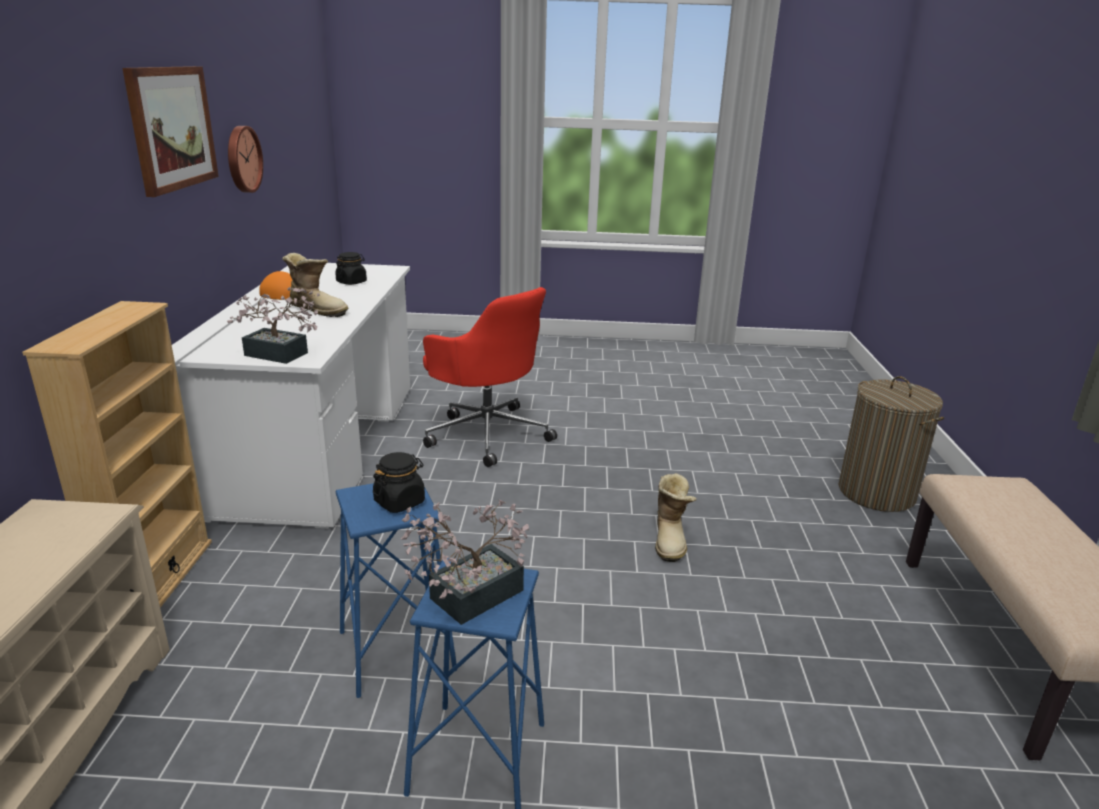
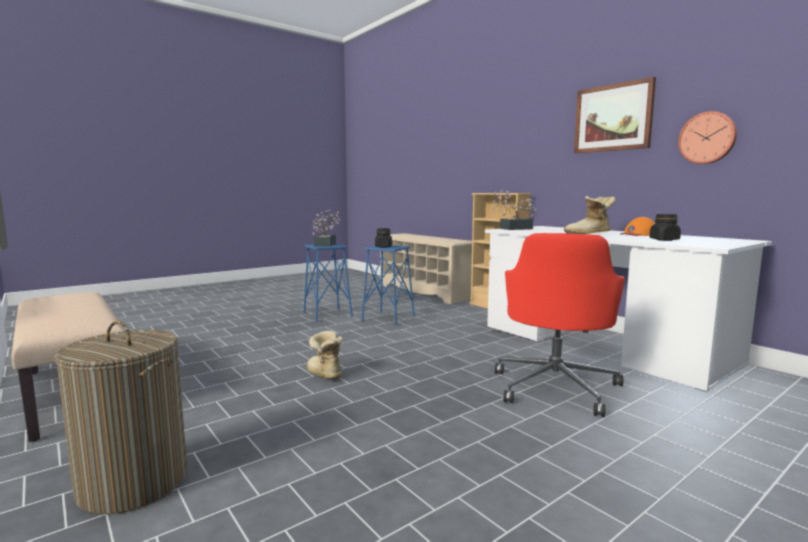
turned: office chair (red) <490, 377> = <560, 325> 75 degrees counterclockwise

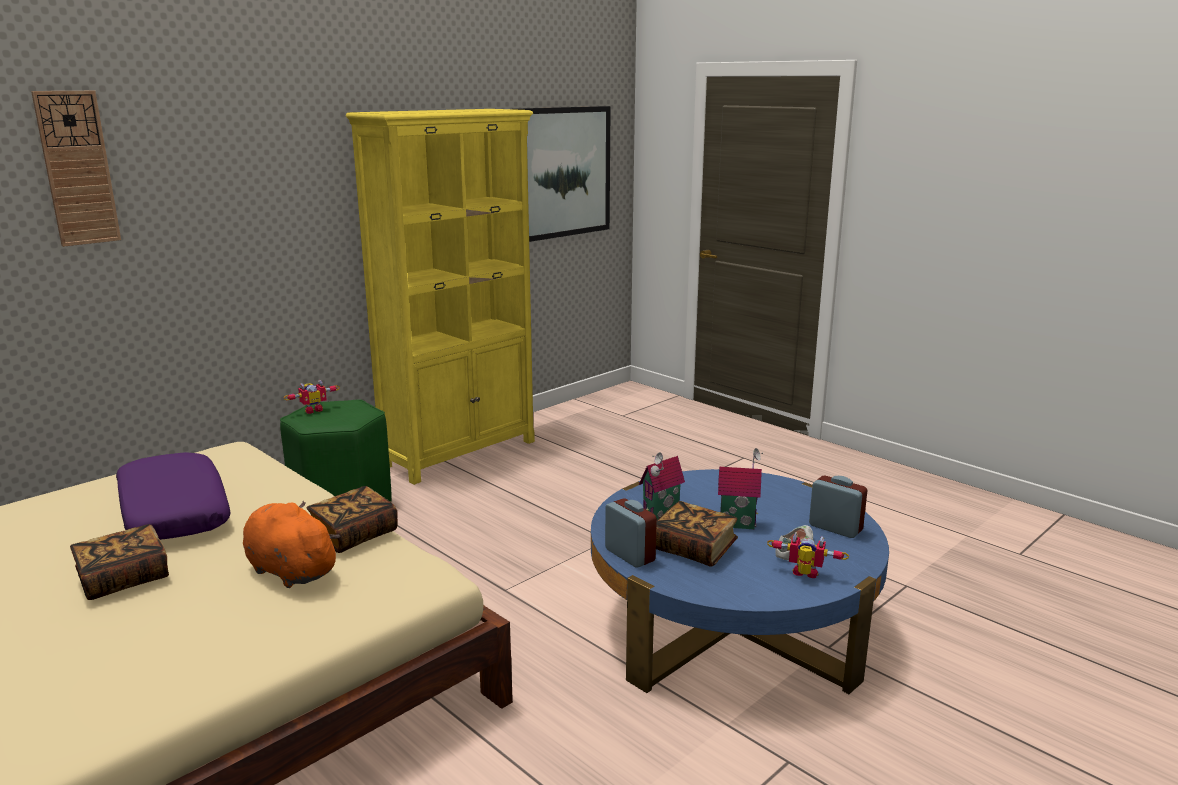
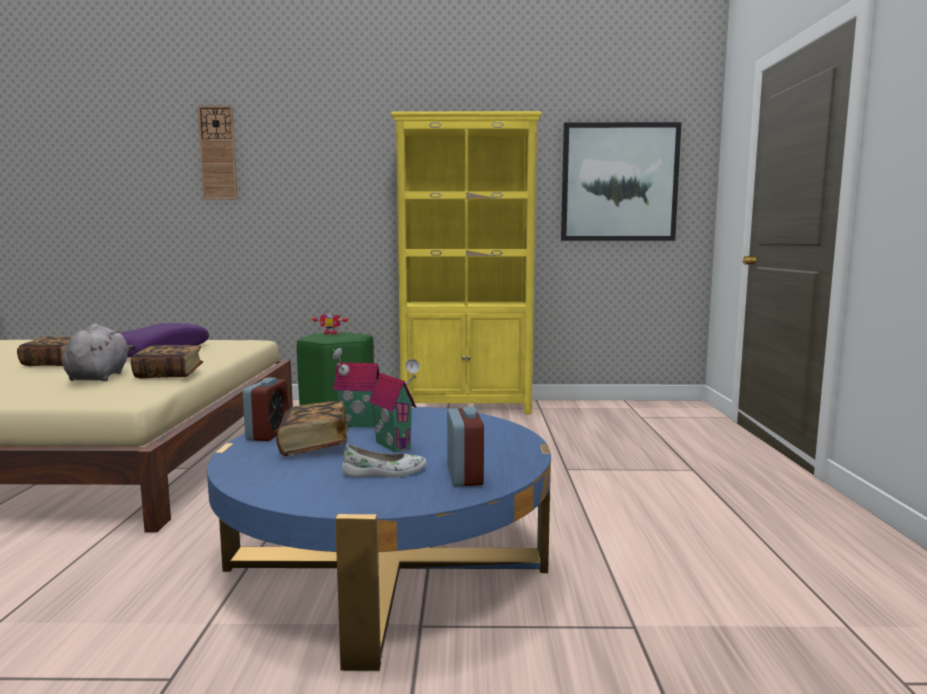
removed: toy robot <808, 555>
recoloured: plush toy (orange) <291, 544> to plush toy (grey) <98, 352>

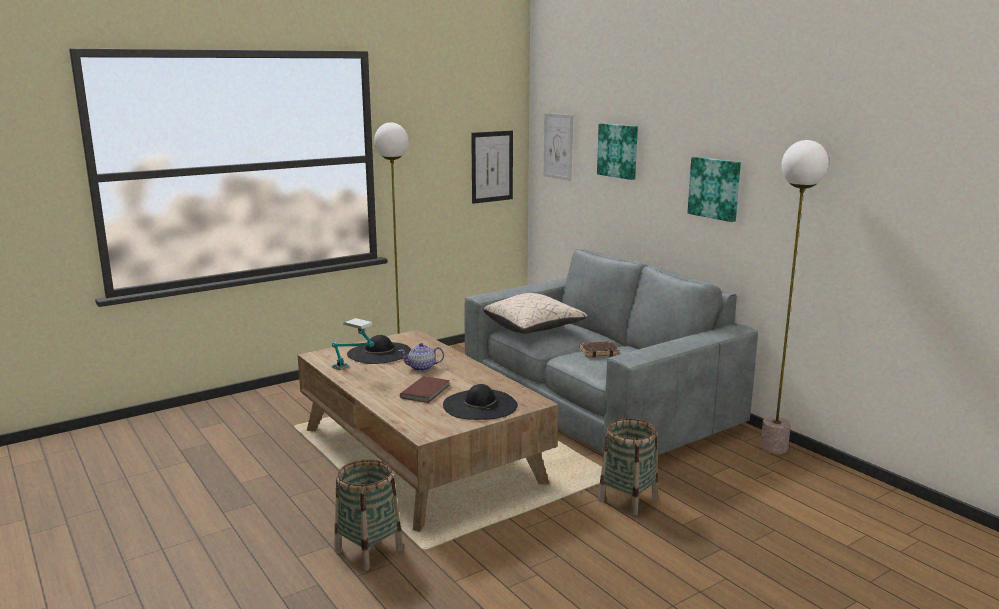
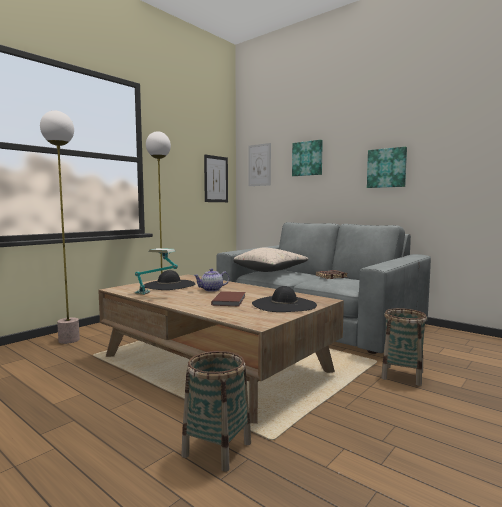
moved: floor lamp <794, 297> to <60, 227>

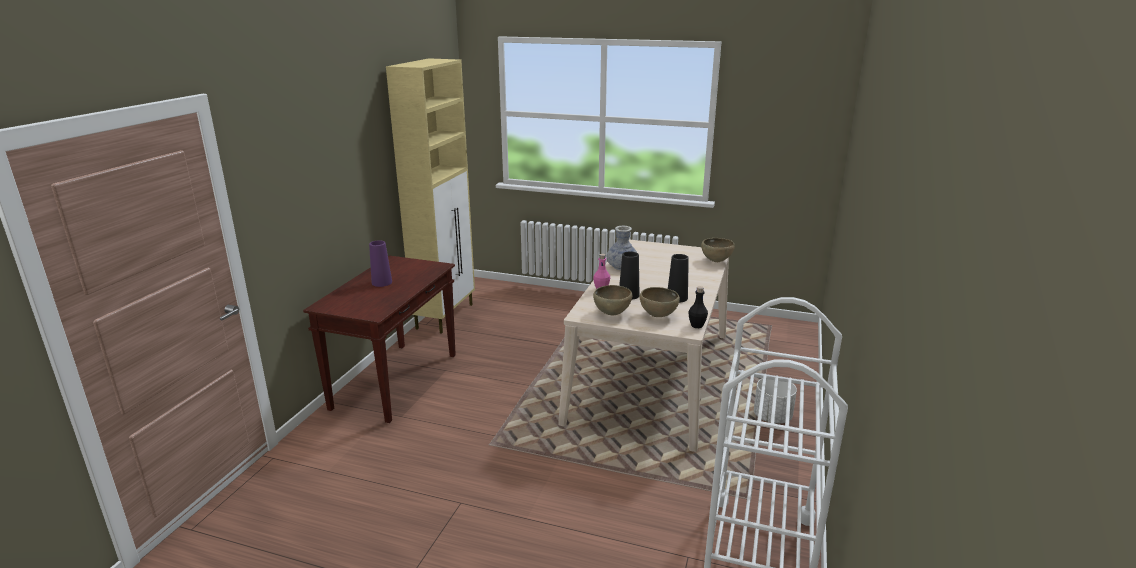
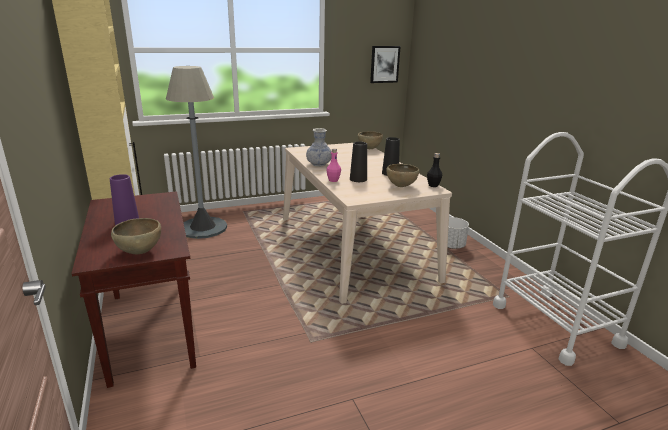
added: picture <385, 64>; floor lamp (grey) <196, 152>
moved: bowl (brown) <612, 300> to <136, 236>

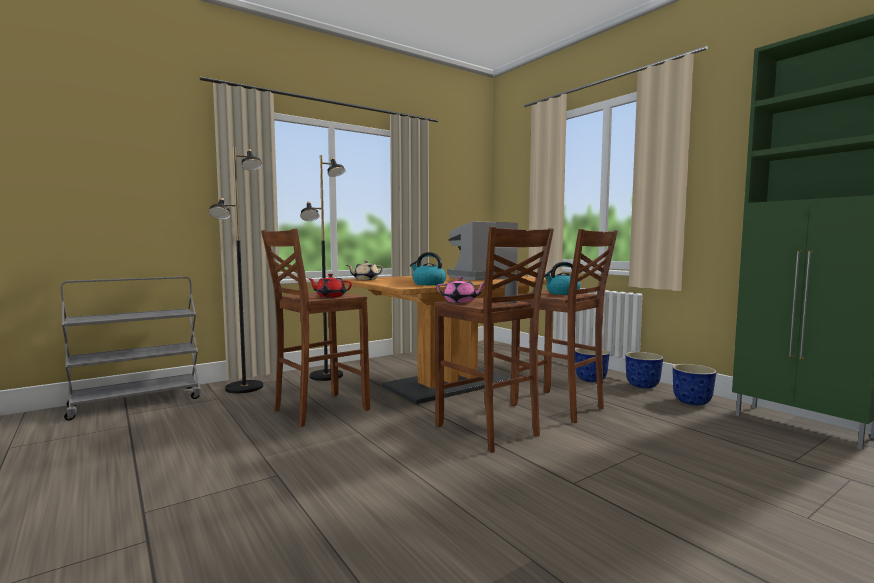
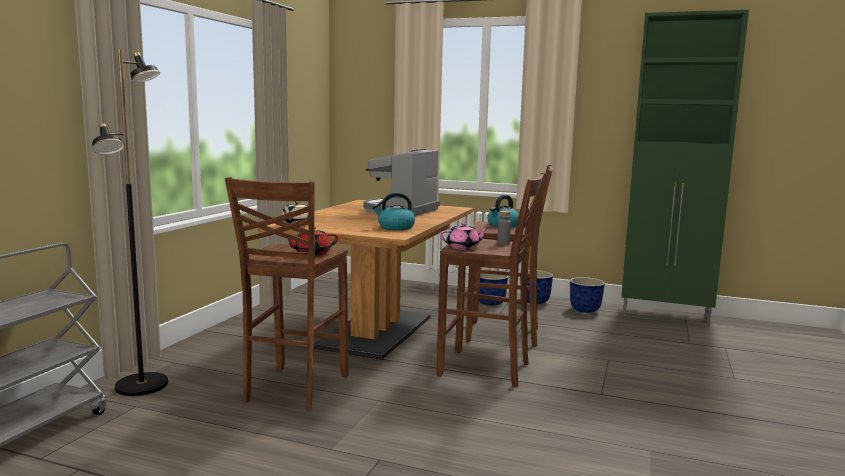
removed: floor lamp (black) <323, 268>

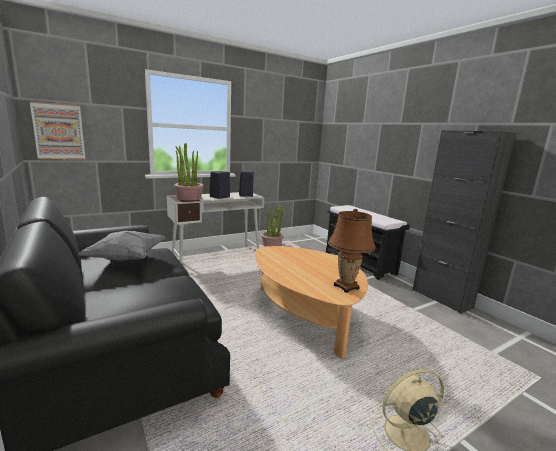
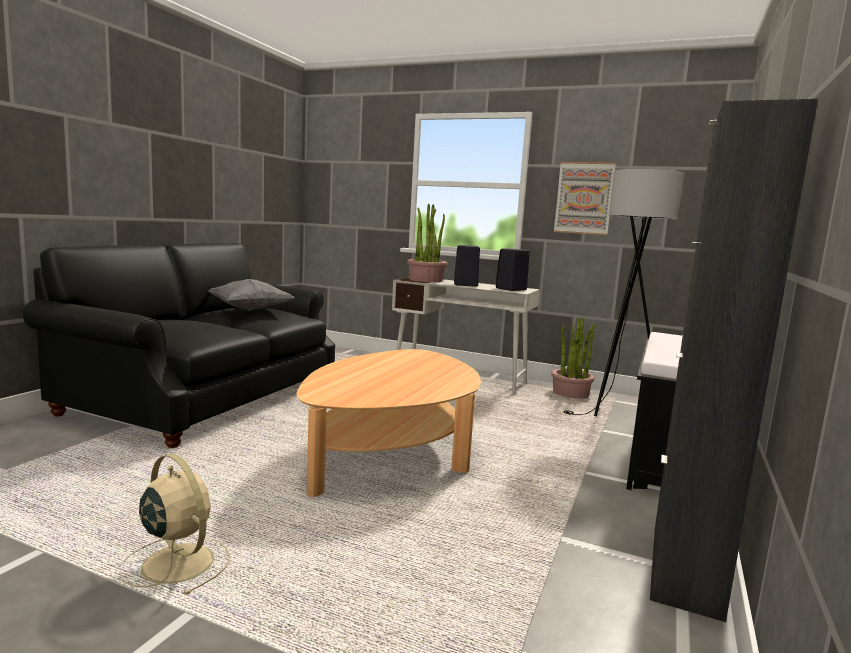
removed: table lamp (brown) <352, 251>
added: floor lamp (black) <624, 292>
moved: picture <58, 130> to <585, 198>

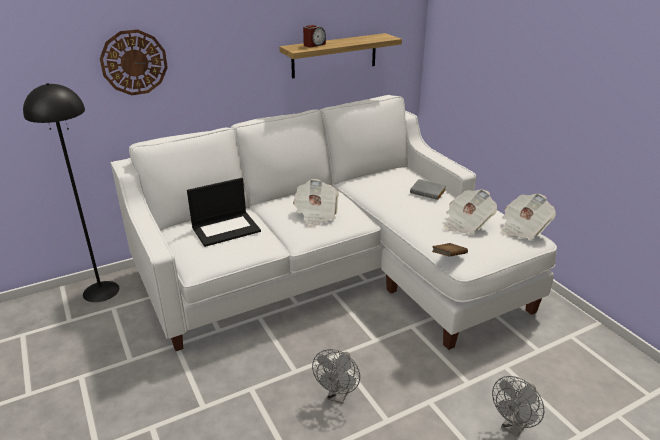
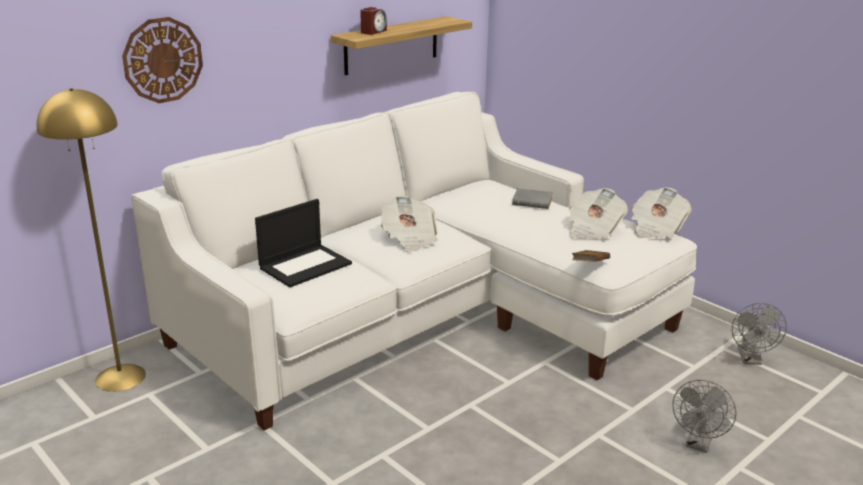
moved: fan (grey) <336, 376> to <759, 334>
recoloured: floor lamp (black) <71, 192> to floor lamp (yellow) <91, 240>

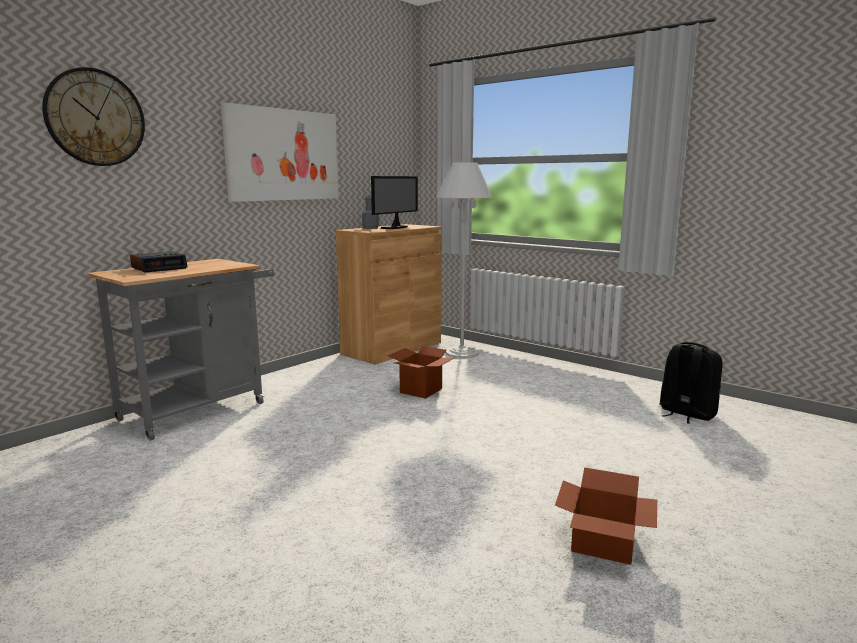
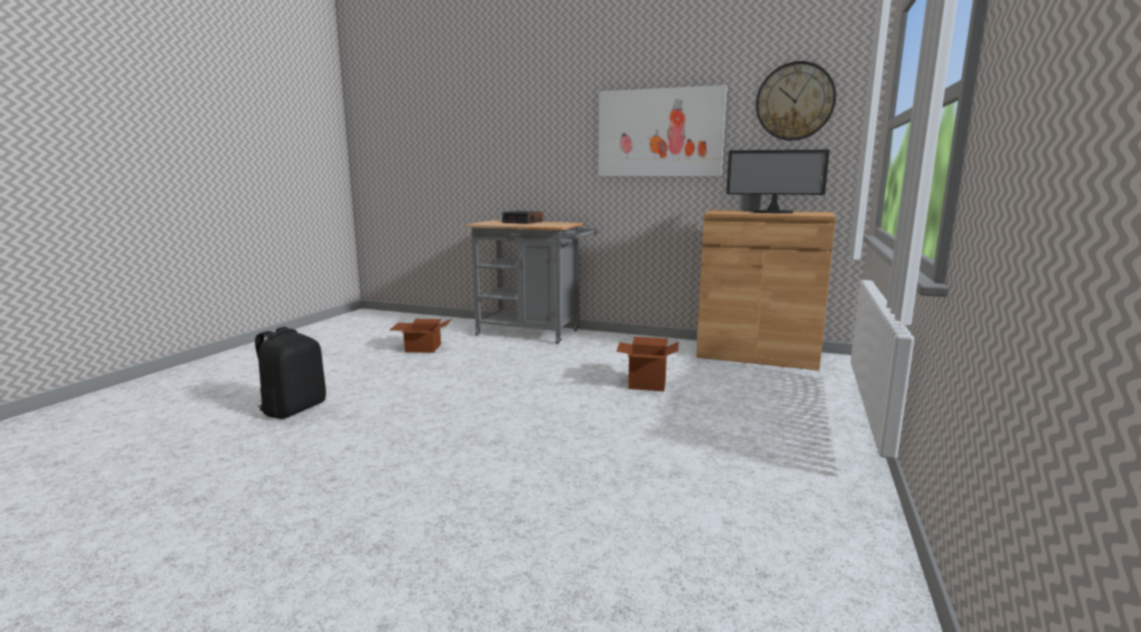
removed: floor lamp (white) <464, 260>
moved: wall clock <93, 116> to <796, 101>; backpack (black) <691, 383> to <290, 373>; cardboard box <606, 516> to <421, 336>

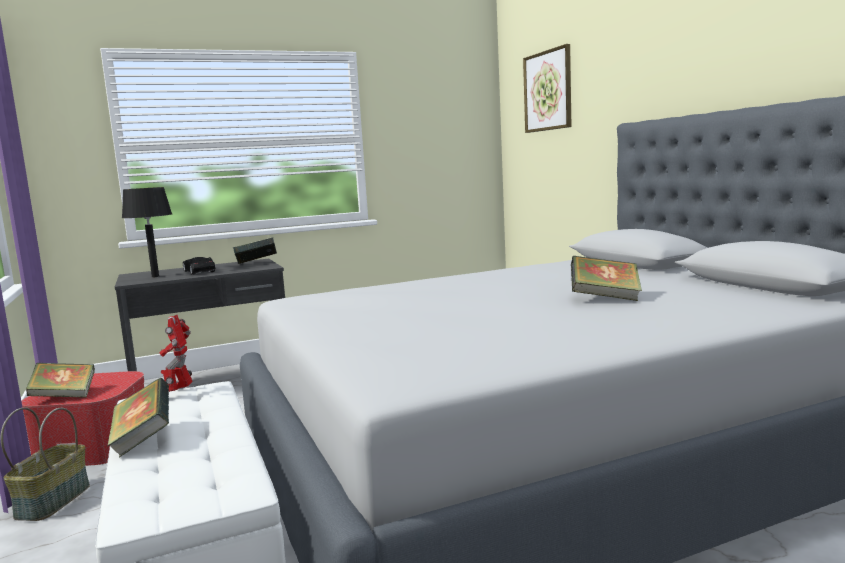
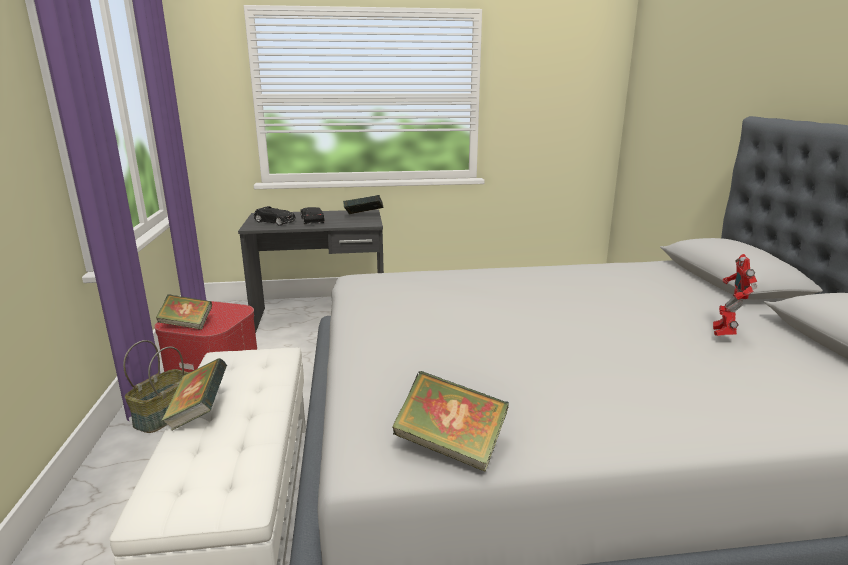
removed: picture <547, 88>
moved: book <606, 278> to <450, 421>; toy robot <176, 353> to <735, 295>
replaced: table lamp (black) <147, 232> to toy car (black) <274, 216>

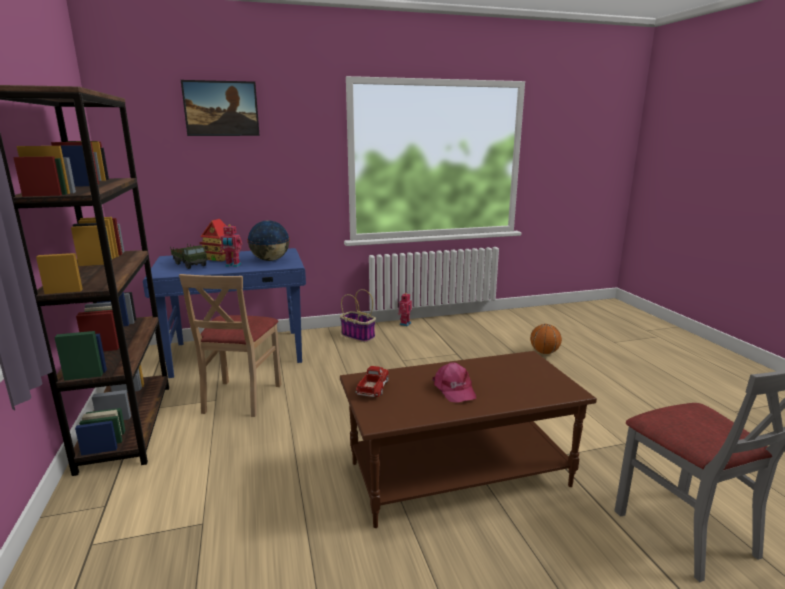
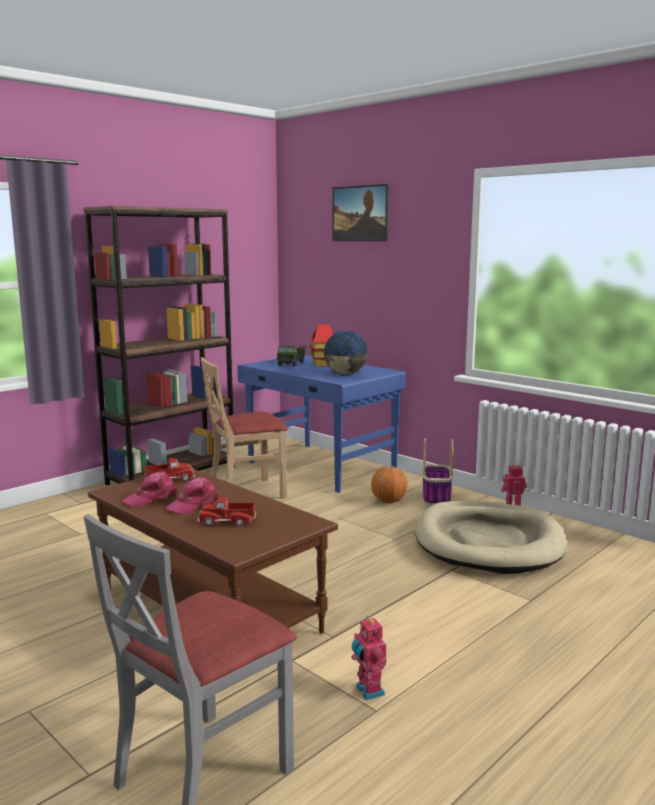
added: cap (pink) <150, 490>; toy truck <226, 511>; dog bed (beige) <491, 537>
moved: toy robot <231, 245> to <369, 658>; basketball <546, 339> to <389, 484>

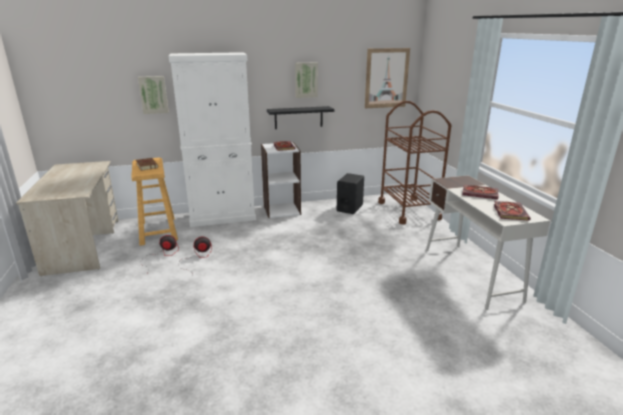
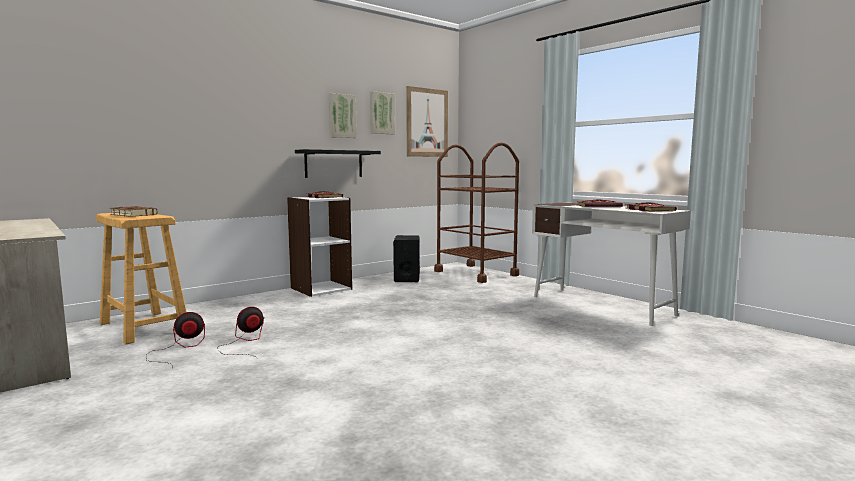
removed: cabinet (white) <212, 139>
moved: picture <153, 95> to <382, 112>

